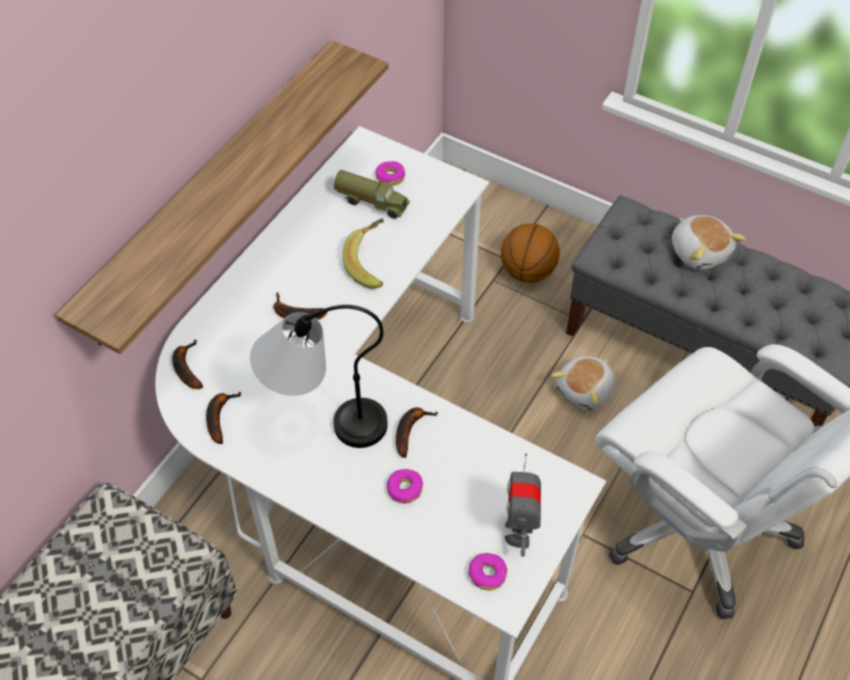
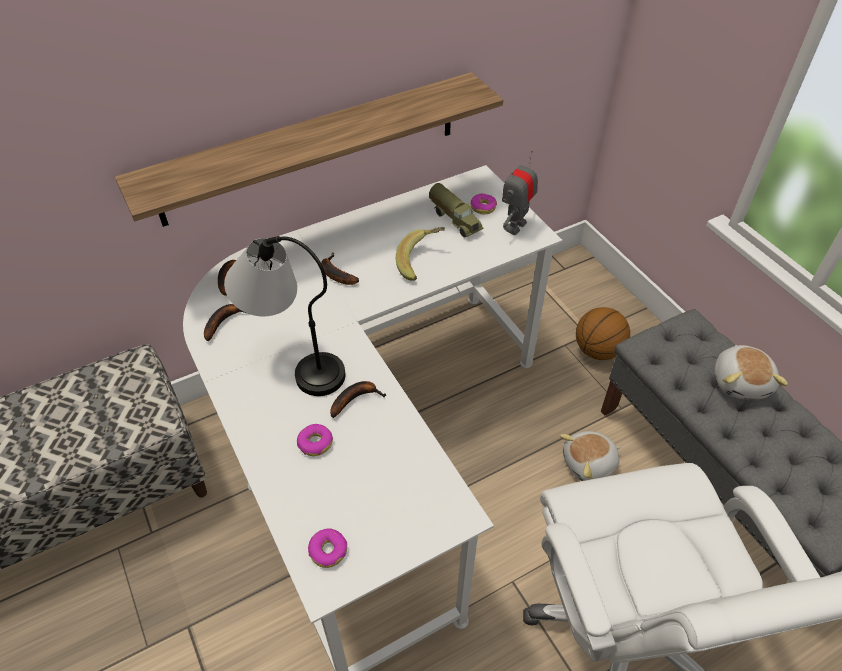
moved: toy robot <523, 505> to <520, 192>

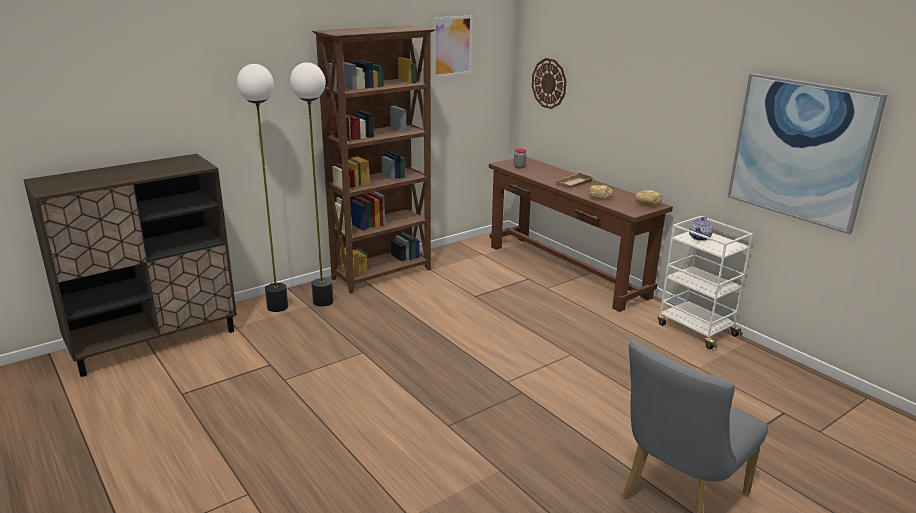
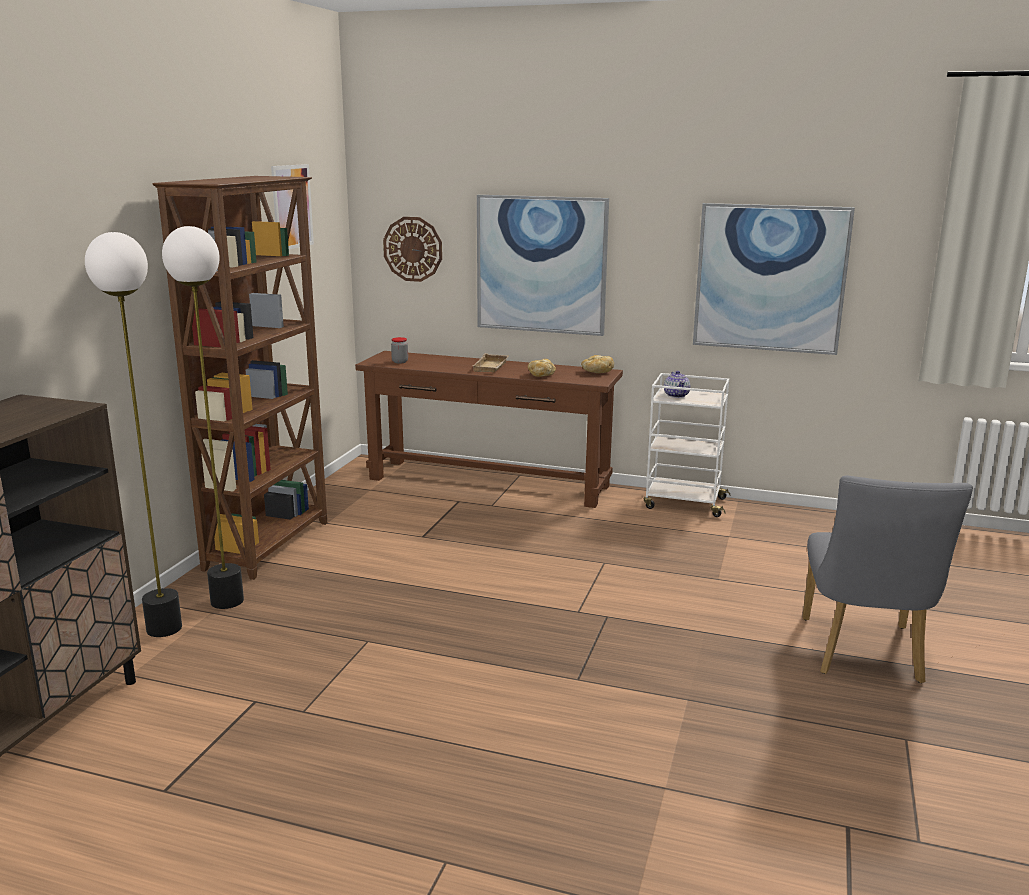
added: picture <543, 265>

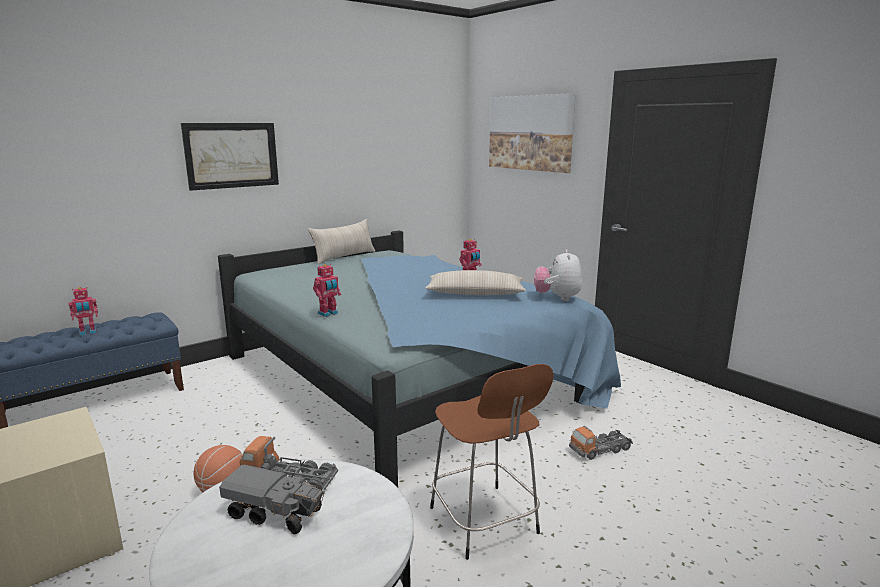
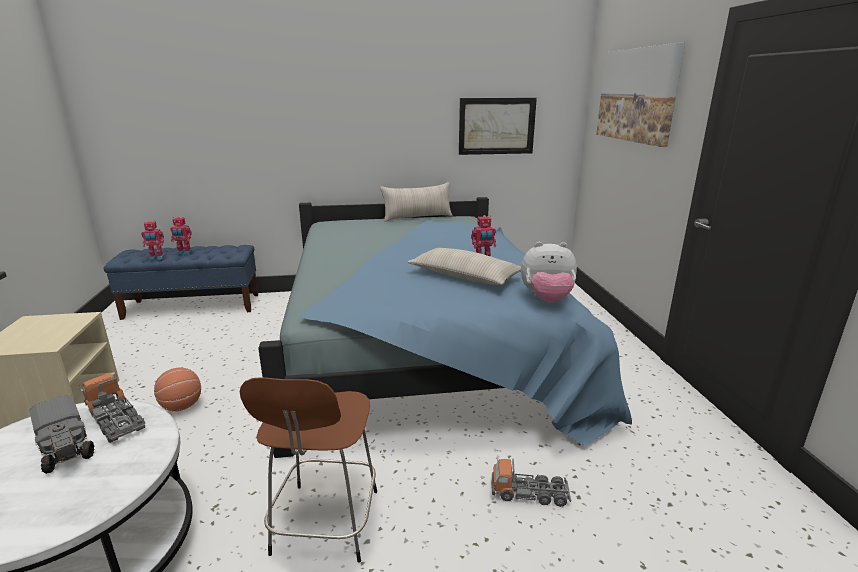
moved: picture <230, 157> to <498, 126>; toy robot <327, 290> to <153, 240>
turned: plush toy <558, 275> = <549, 272> 120 degrees counterclockwise

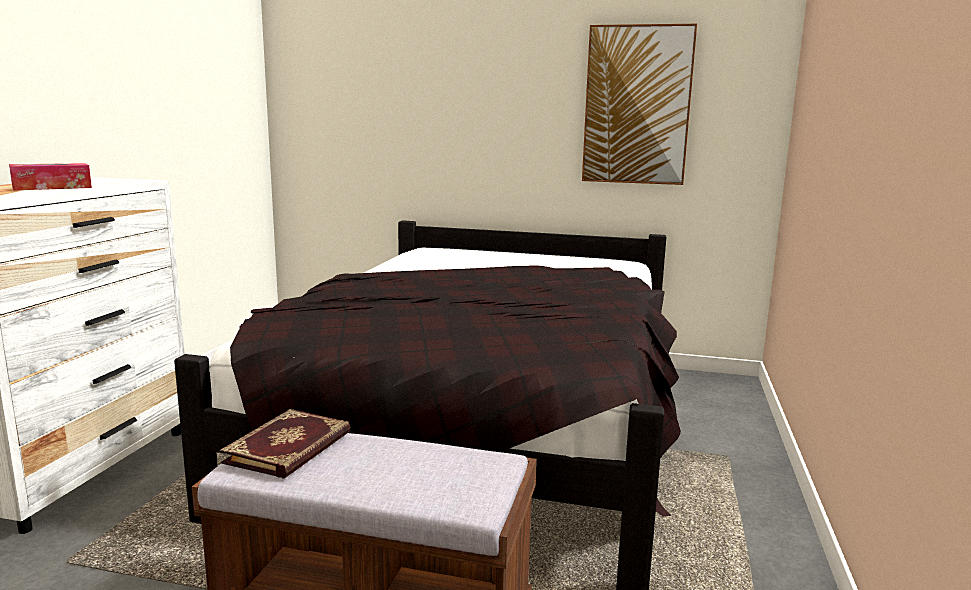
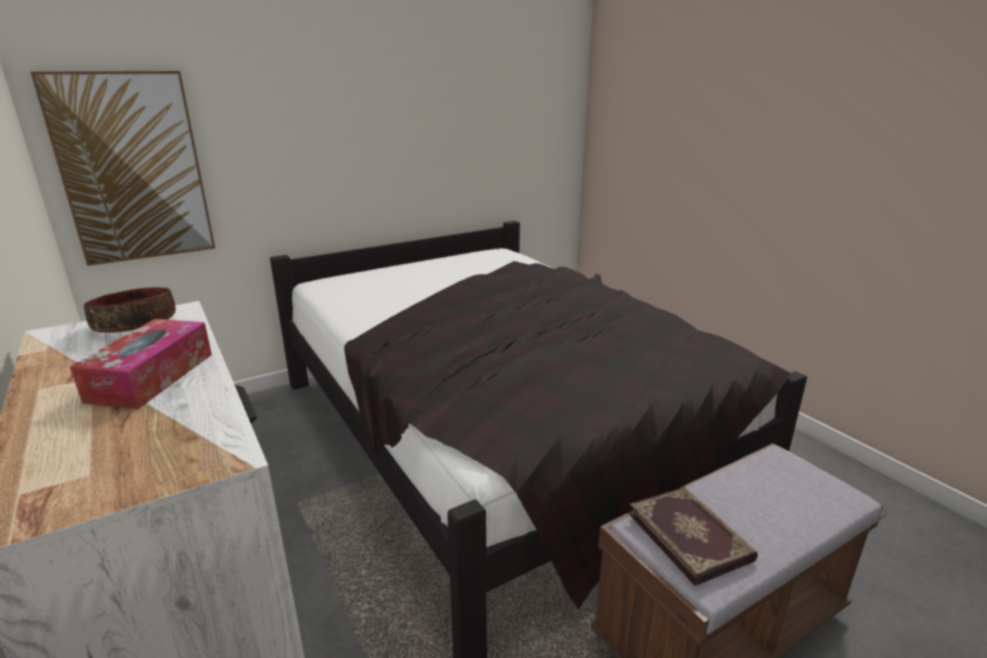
added: bowl <130, 310>
moved: picture <639, 104> to <123, 168>

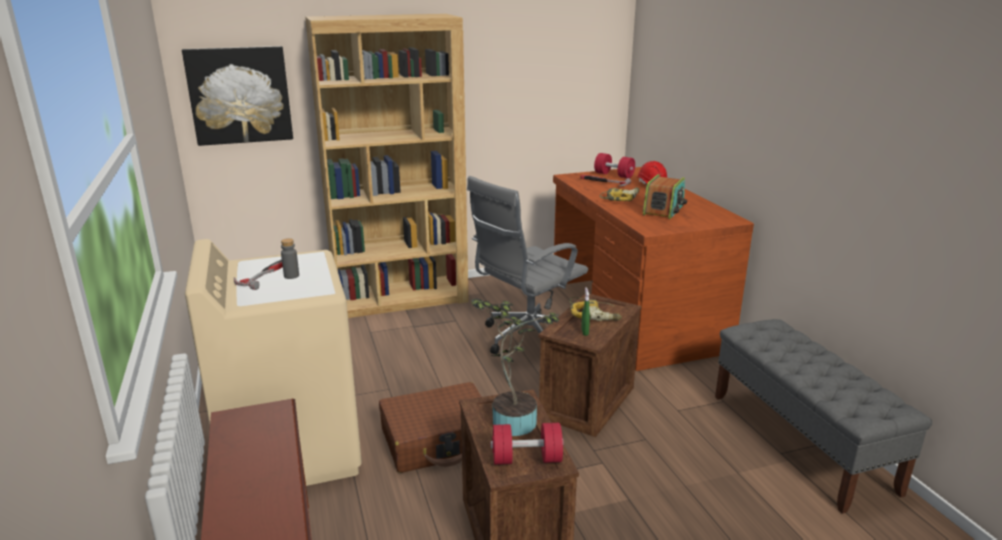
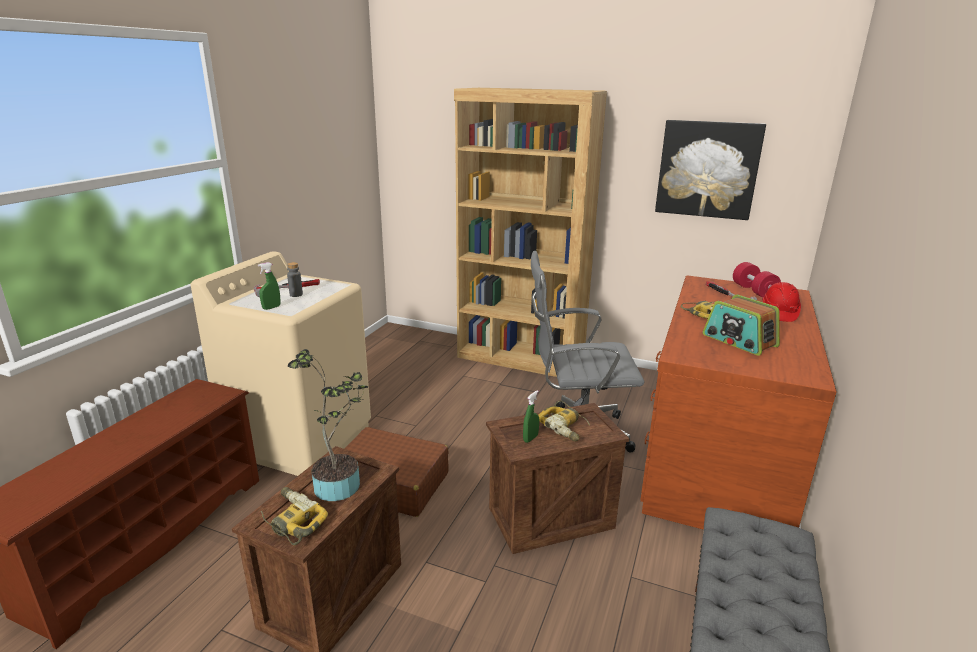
added: spray bottle (green) <269, 286>
moved: picture <237, 96> to <710, 170>
replaced: dumbbell (red) <527, 444> to power drill <294, 516>
turned: radio <665, 196> = <741, 325> 75 degrees clockwise

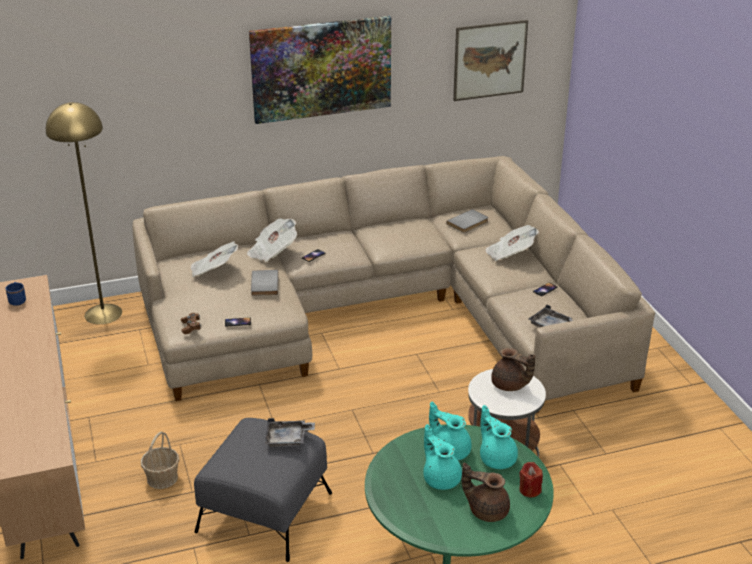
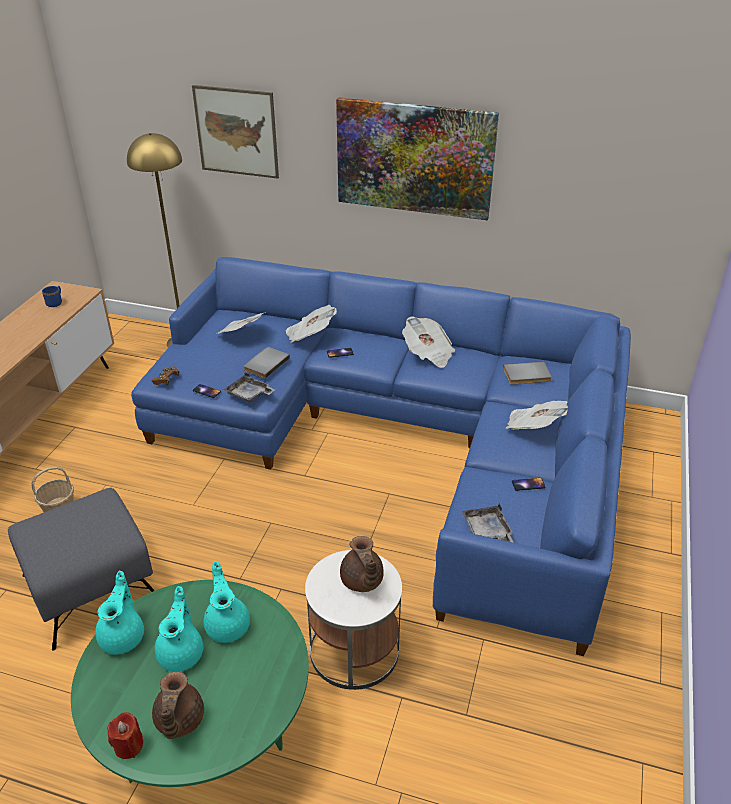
added: newspaper <428, 342>
moved: picture <490, 60> to <235, 132>; teapot (turquoise) <499, 437> to <119, 613>; tray (grey) <290, 432> to <249, 387>; candle (red) <531, 479> to <125, 735>
recoloured: sofa (beige) <393, 284> to sofa (blue) <381, 456>
turned: teapot (brown) <486, 492> = <178, 705> 150 degrees counterclockwise

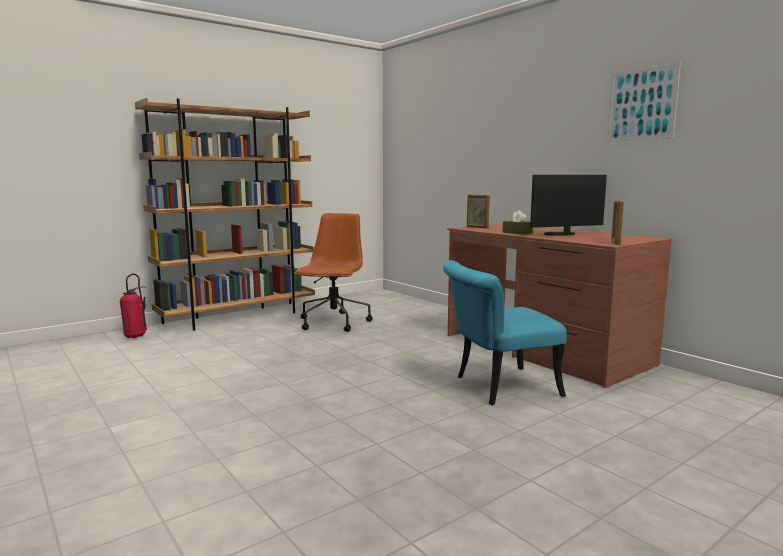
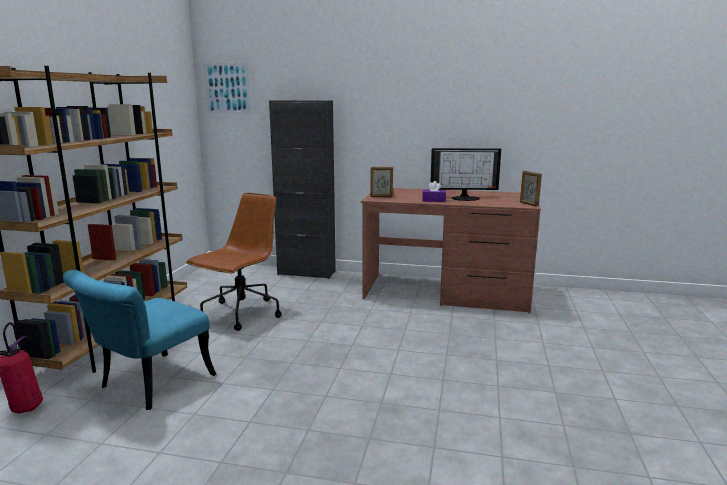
added: cabinet (black) <302, 189>
moved: picture <644, 102> to <227, 88>; chair (turquoise) <505, 332> to <139, 340>
recoloured: tissue box (brown) <518, 222> to tissue box (purple) <434, 191>
turned: monitor <568, 205> = <465, 174> 120 degrees counterclockwise; office chair (brown) <334, 272> = <234, 262> 60 degrees clockwise

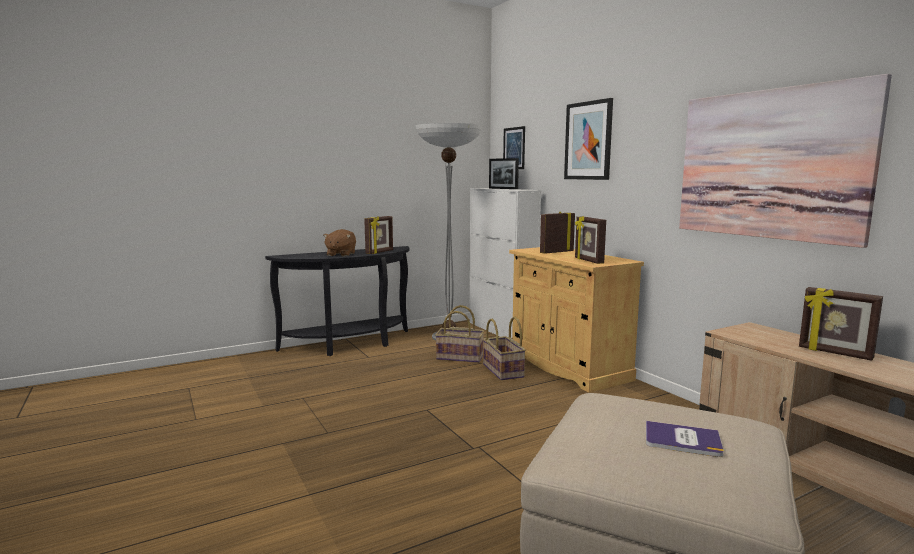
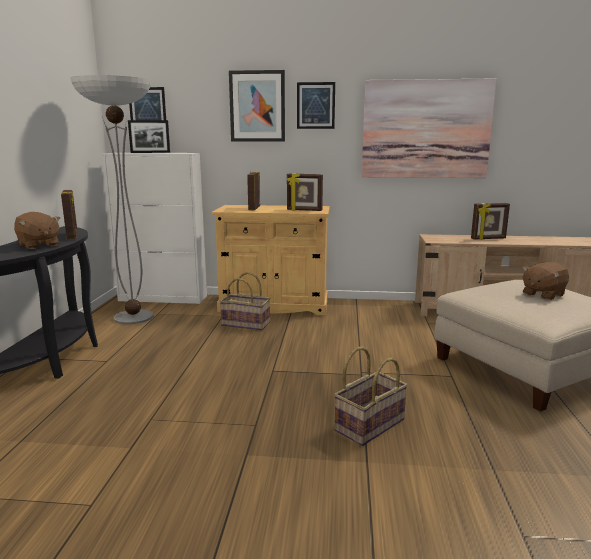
added: picture <316, 105>
moved: basket <459, 334> to <371, 396>
replaced: book <685, 439> to plush toy (brown) <545, 281>

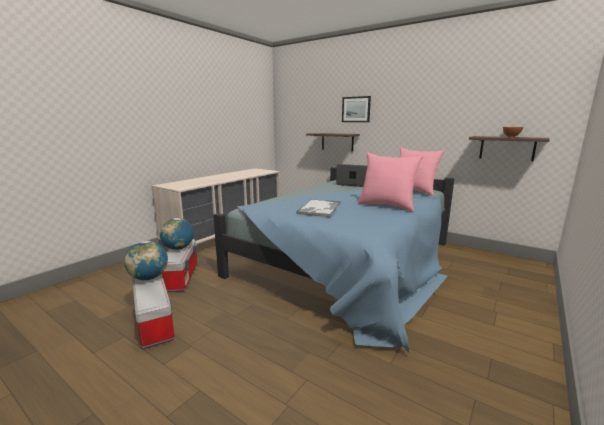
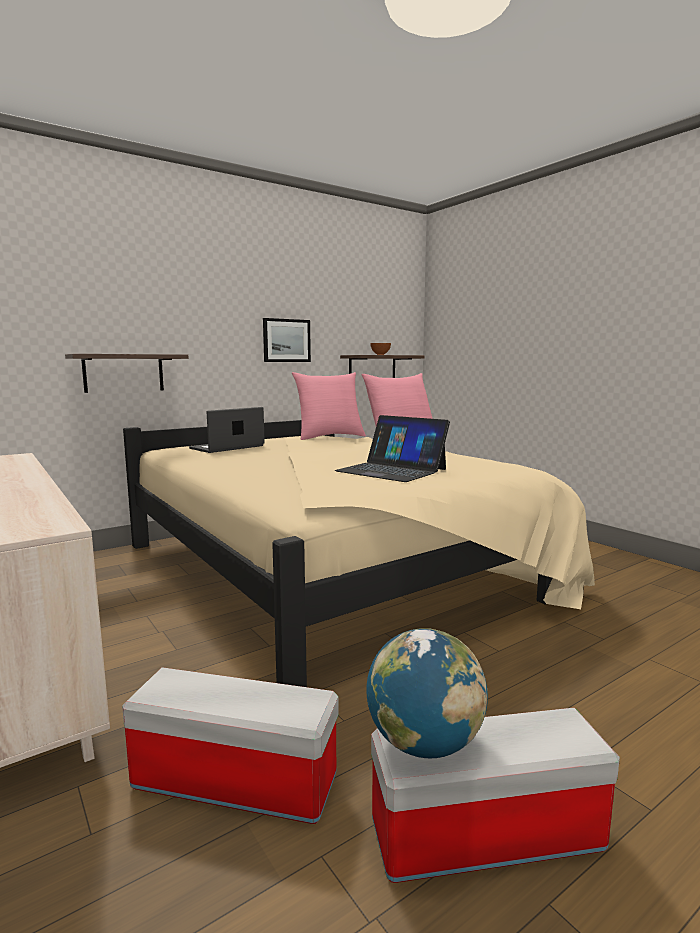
removed: globe <177, 234>
moved: picture <356, 109> to <287, 340>
replaced: tray <318, 208> to laptop <392, 448>
recoloured: bed (blue) <333, 259> to bed (beige) <359, 553>

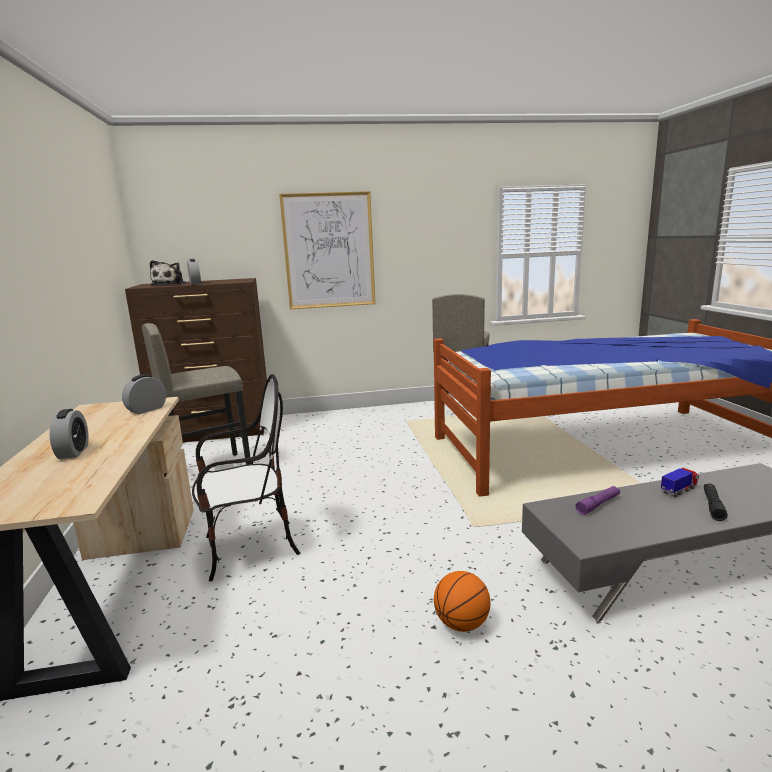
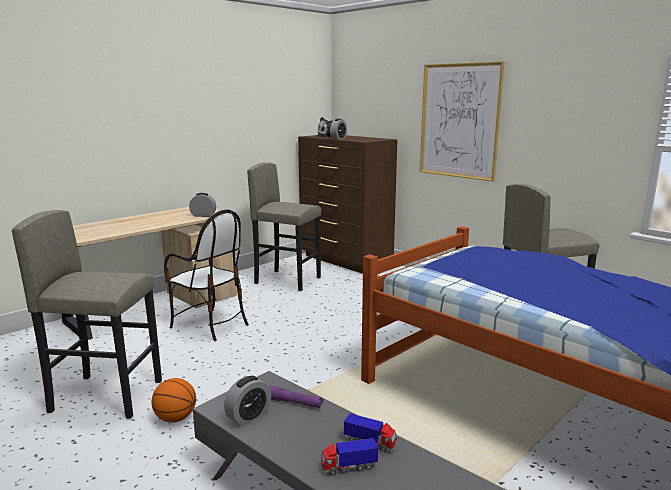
added: stool (grey) <87, 314>
moved: alarm clock <69, 434> to <247, 401>
replaced: flashlight (black) <716, 502> to toy truck <349, 456>

